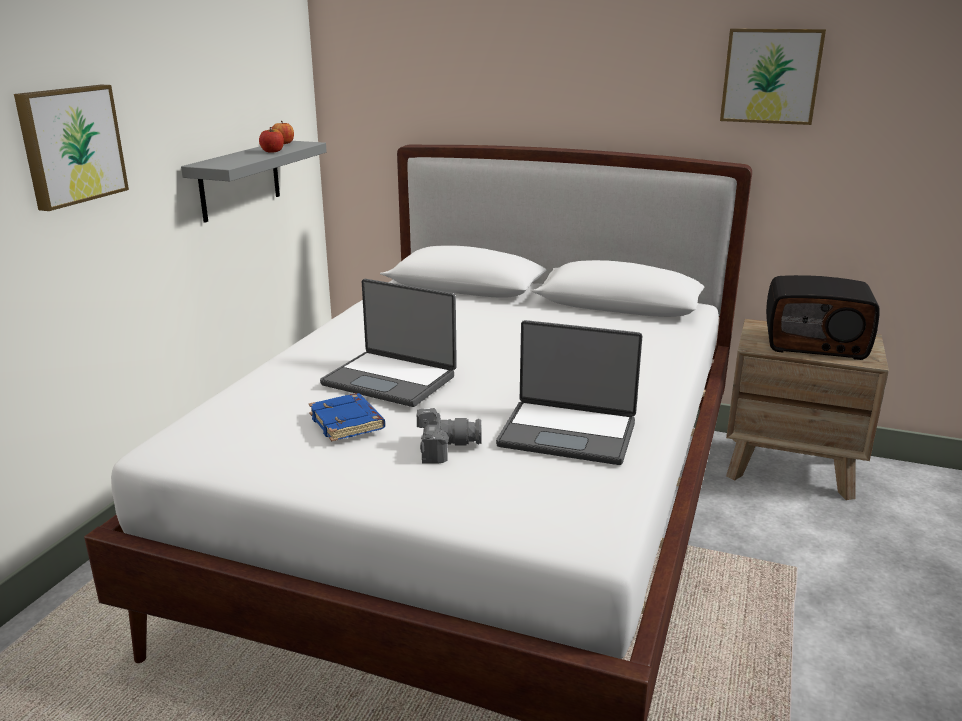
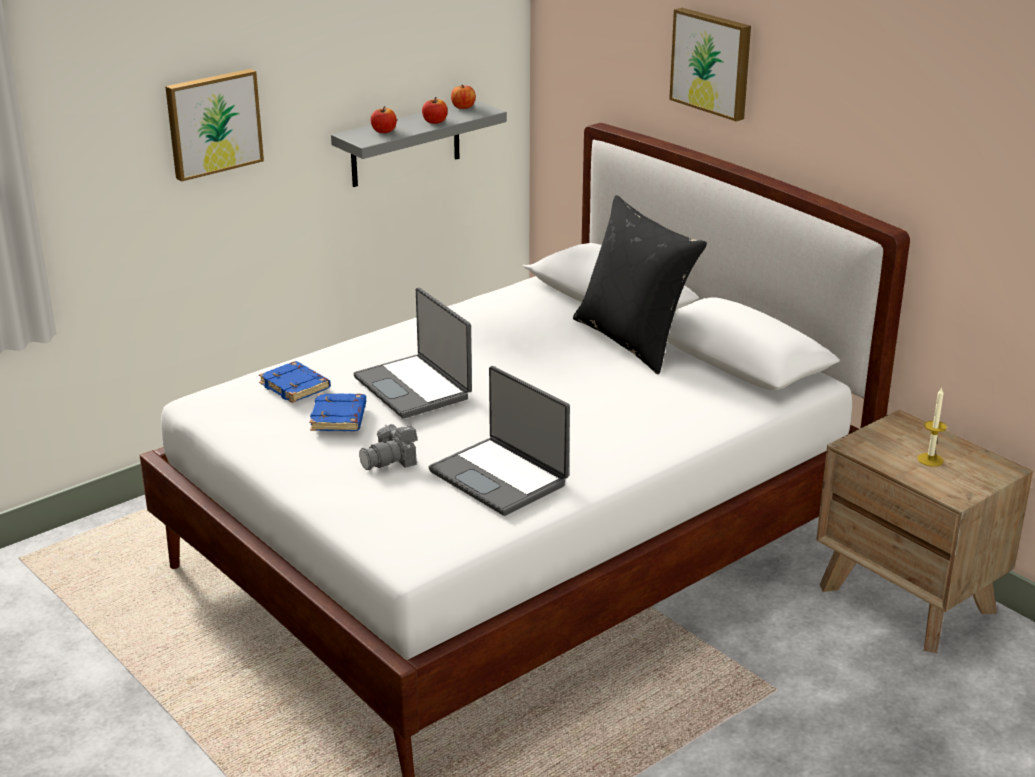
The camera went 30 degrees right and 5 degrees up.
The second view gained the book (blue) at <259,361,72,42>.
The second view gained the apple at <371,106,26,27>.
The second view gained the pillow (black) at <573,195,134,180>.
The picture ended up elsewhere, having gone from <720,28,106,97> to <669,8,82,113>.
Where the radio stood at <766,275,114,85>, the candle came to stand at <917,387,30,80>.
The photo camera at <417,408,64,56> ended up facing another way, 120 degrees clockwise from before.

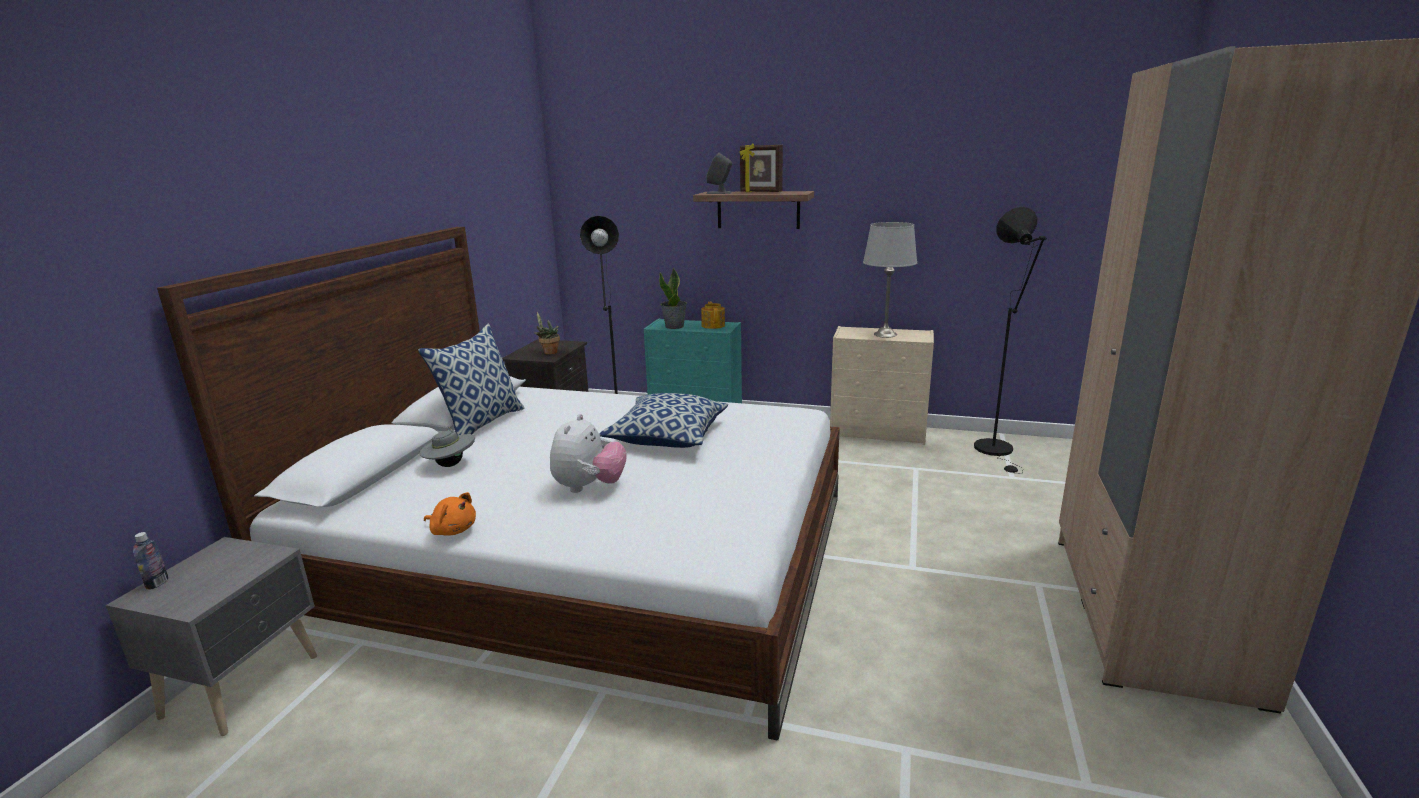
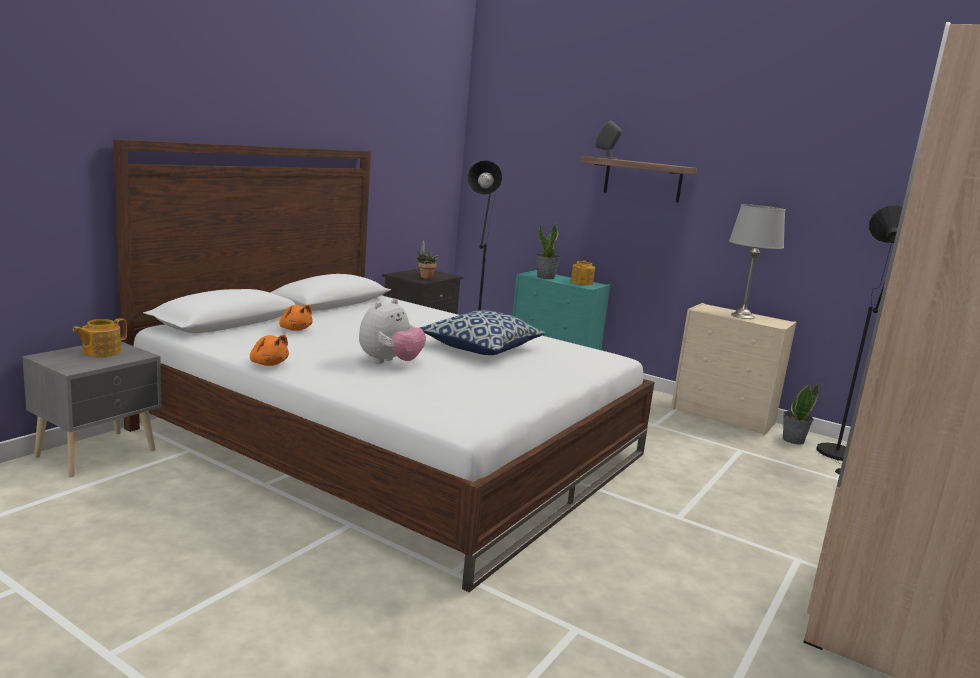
The camera went 15 degrees right and 5 degrees down.
The second view lost the bottle at <133,532,35,58>.
The second view lost the pillow at <418,323,107,112>.
The second view lost the picture frame at <739,144,44,48>.
The second view gained the teapot at <72,318,55,39>.
The second view gained the potted plant at <783,383,36,62>.
Where the hat (grey) stood at <419,427,56,40>, the plush toy (orange) came to stand at <279,305,34,26>.

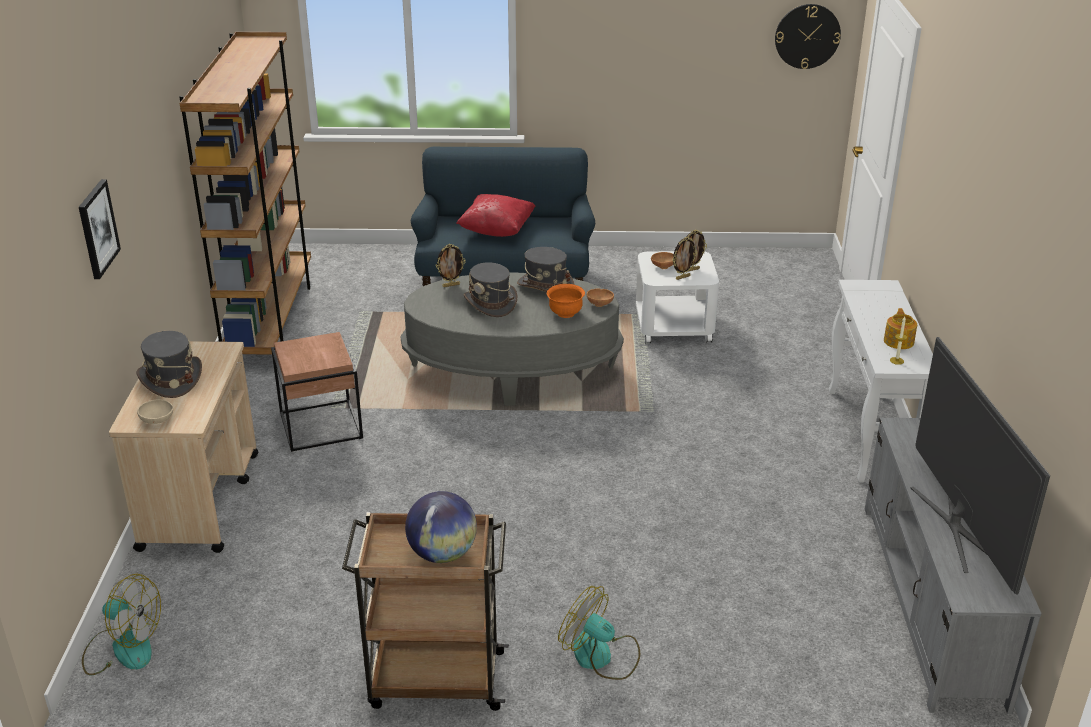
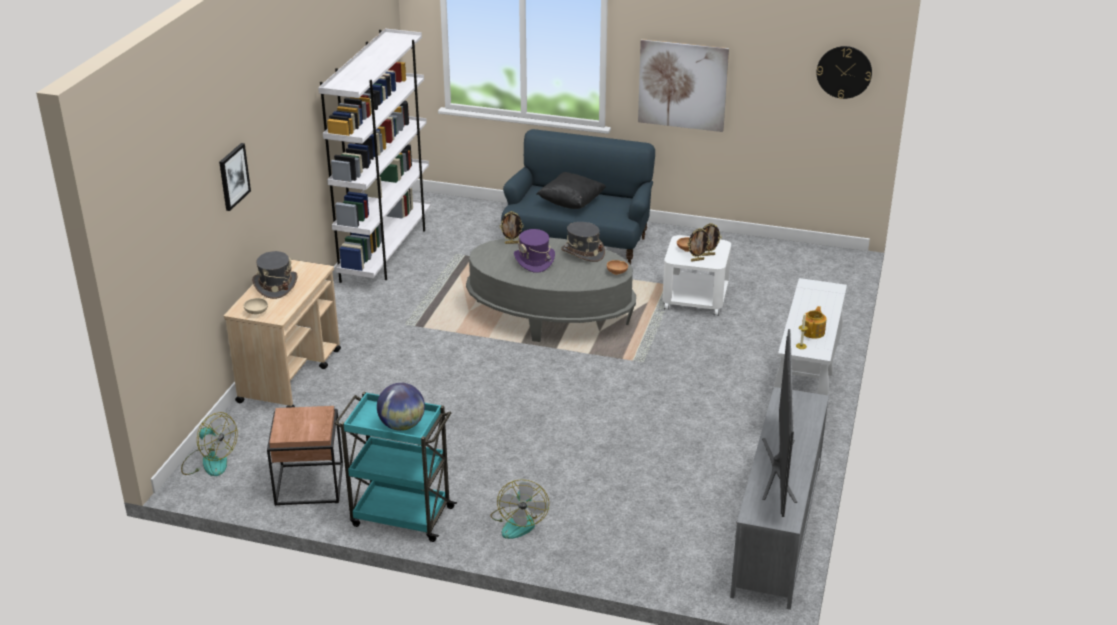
The camera went 15 degrees right and 0 degrees up.
The second view lost the bowl (orange) at <547,284,38,34>.
The second view gained the picture at <638,39,91,93>.
The side table (brown) ended up elsewhere, having gone from <271,332,92,120> to <267,406,76,100>.
What was the bookcase (brown) at <179,32,132,323> turned into the bookcase (white) at <318,29,113,254>.
What was the cart (brown) at <342,512,167,199> turned into the cart (turquoise) at <334,392,123,150>.
What was the pillow (red) at <456,194,79,43> turned into the pillow (black) at <537,172,69,37>.
What was the hat (grey) at <464,262,53,55> turned into the hat (purple) at <514,229,41,44>.
The fan at <558,586,82,94> ended up facing another way, 135 degrees counterclockwise from before.

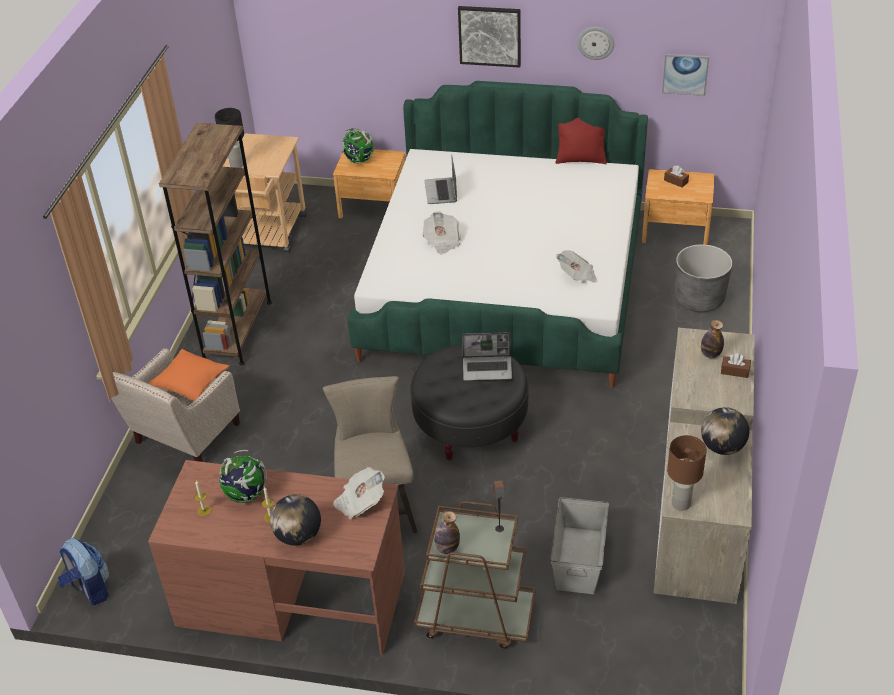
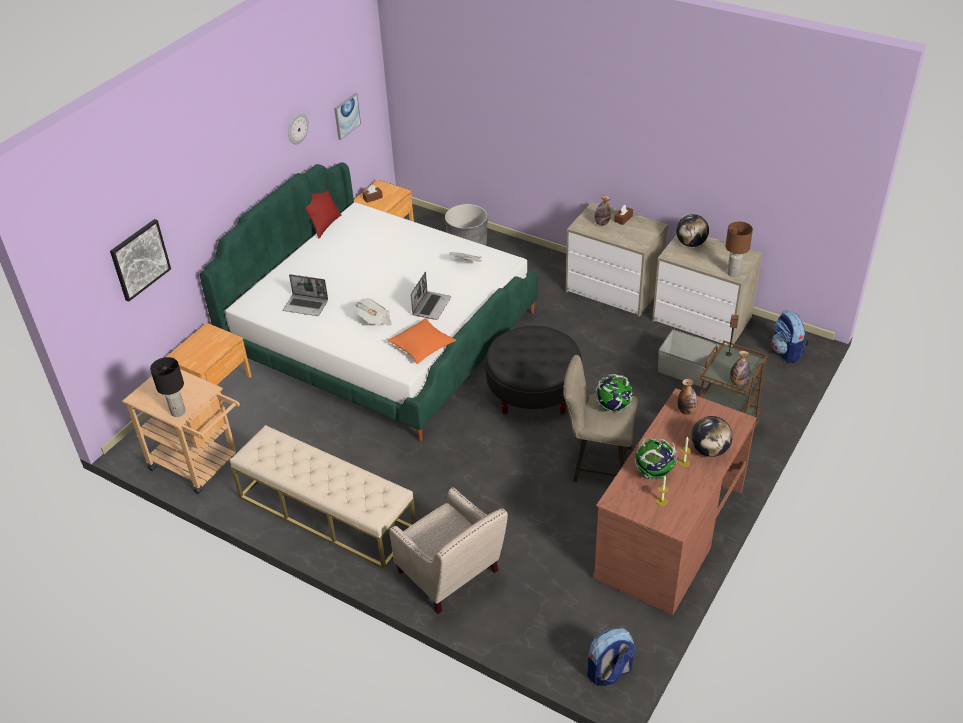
The camera went 70 degrees left and 0 degrees up.
The second view gained the backpack at <771,310,37,53>.
The pillow (orange) ended up elsewhere, having gone from <148,349,82,52> to <388,318,68,46>.
The globe ended up elsewhere, having gone from <342,128,33,36> to <594,374,39,38>.
The picture ended up elsewhere, having gone from <458,6,63,61> to <110,219,61,83>.
The laptop ended up elsewhere, having gone from <462,332,50,49> to <411,272,40,48>.
Where the bookcase (brown) stood at <159,123,113,242>, the bench (beige) came to stand at <230,425,186,144>.
Where the newspaper stood at <333,467,52,53>, the bottle came to stand at <678,379,20,36>.

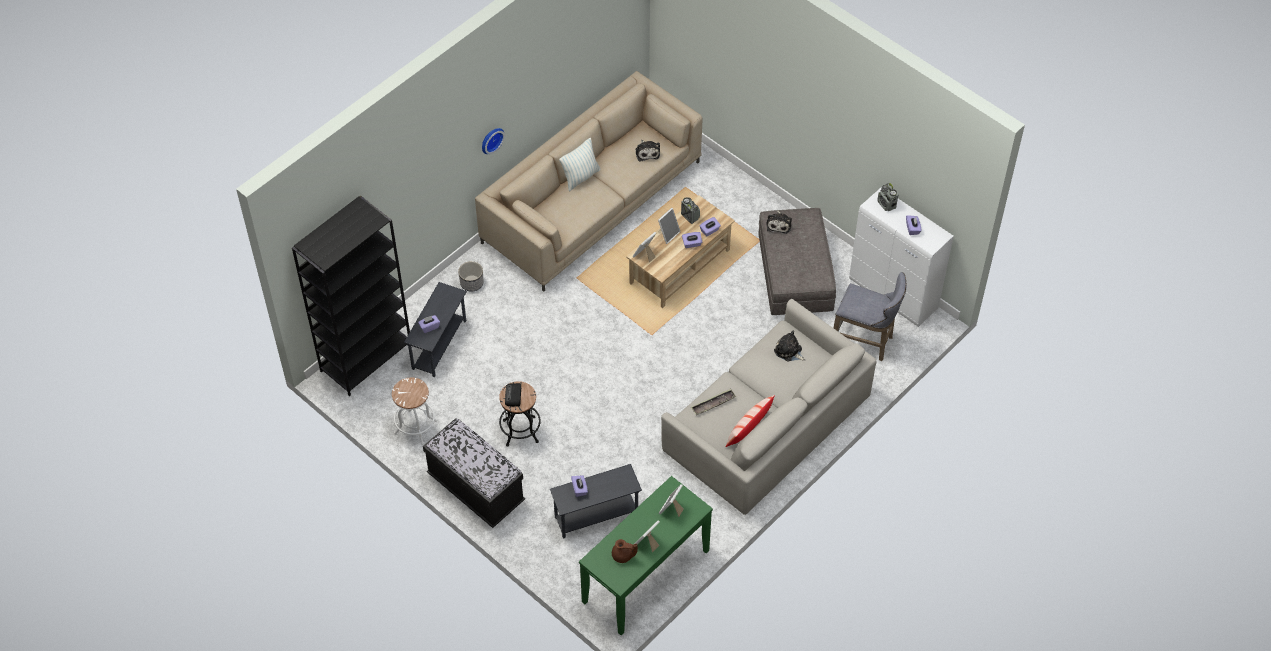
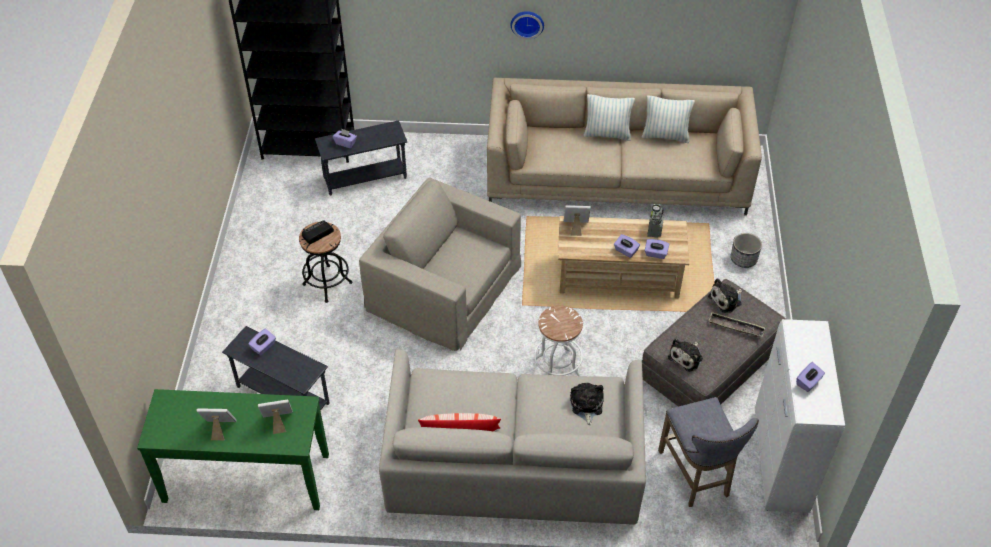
The camera went 50 degrees right and 5 degrees down.
The second view lost the bench (black) at <423,418,102,110>.
The second view lost the teapot (brown) at <612,539,26,24>.
The second view lost the picture frame at <658,208,23,36>.
The second view lost the radio at <878,183,20,28>.
The second view gained the armchair (beige) at <359,177,162,174>.
The second view gained the pillow at <641,95,54,48>.
The stool (white) ended up elsewhere, having gone from <392,378,45,67> to <534,306,49,70>.
The planter ended up elsewhere, having gone from <458,261,26,31> to <731,233,31,35>.
The plush toy ended up elsewhere, having gone from <636,140,24,22> to <668,339,35,33>.
The tray ended up elsewhere, having gone from <691,389,45,26> to <708,312,57,25>.

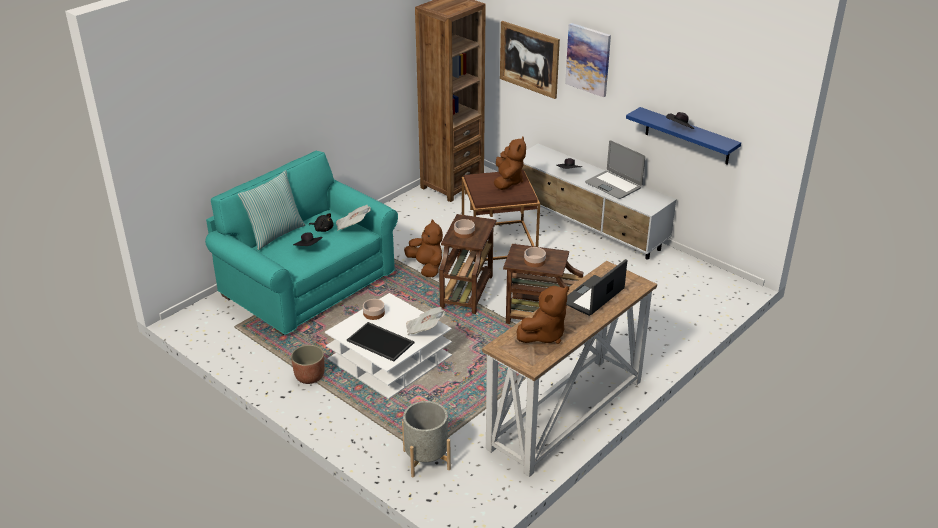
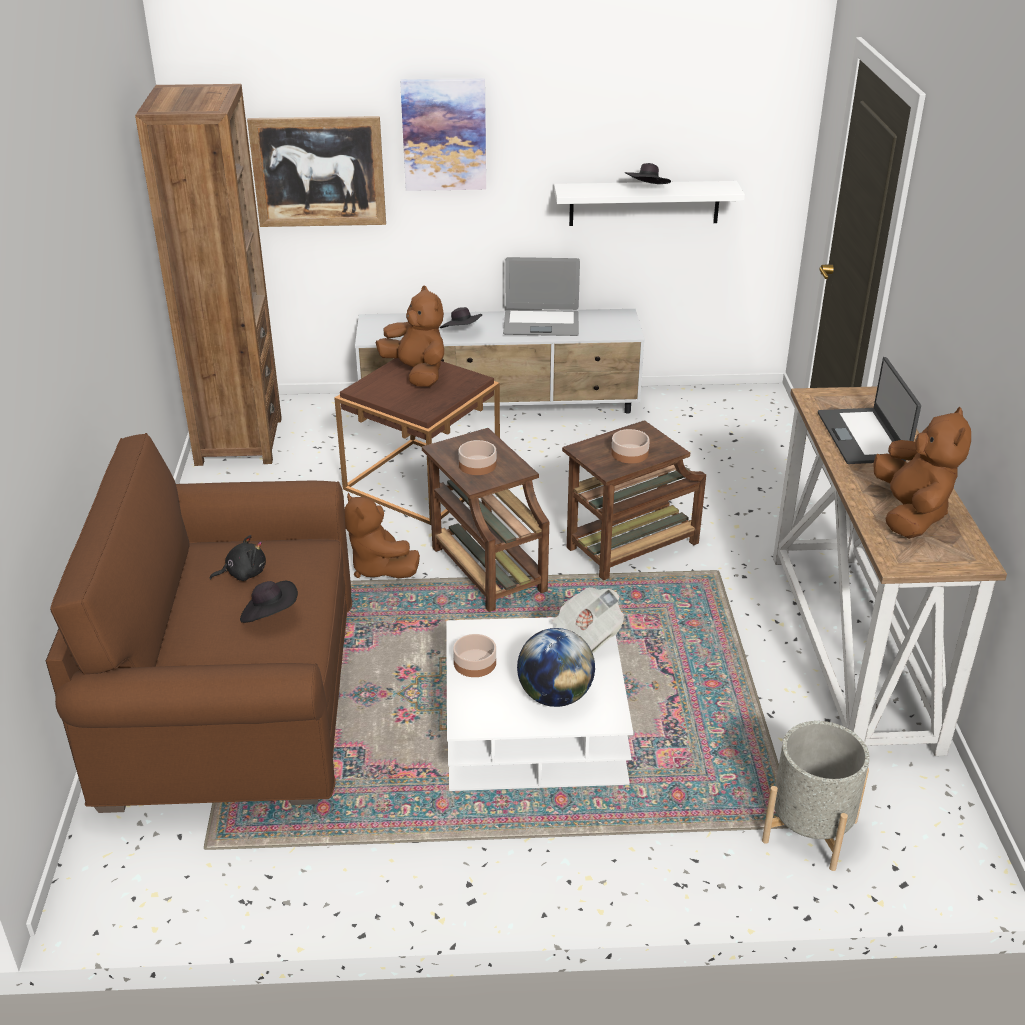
The camera went 45 degrees left and 0 degrees up.
The second view lost the pillow at <238,170,67,80>.
The second view lost the planter at <291,345,34,39>.
The second view lost the newspaper at <336,205,35,25>.
Where the tray stood at <347,322,67,40>, the globe came to stand at <517,628,78,79>.
What was the sofa (turquoise) at <205,151,193,184> turned into the sofa (brown) at <46,433,306,380>.
What was the shelf (blue) at <626,107,115,58> turned into the shelf (white) at <554,181,191,45>.
The plush toy (brown) at <404,219,39,58> ended up facing another way, 135 degrees counterclockwise from before.

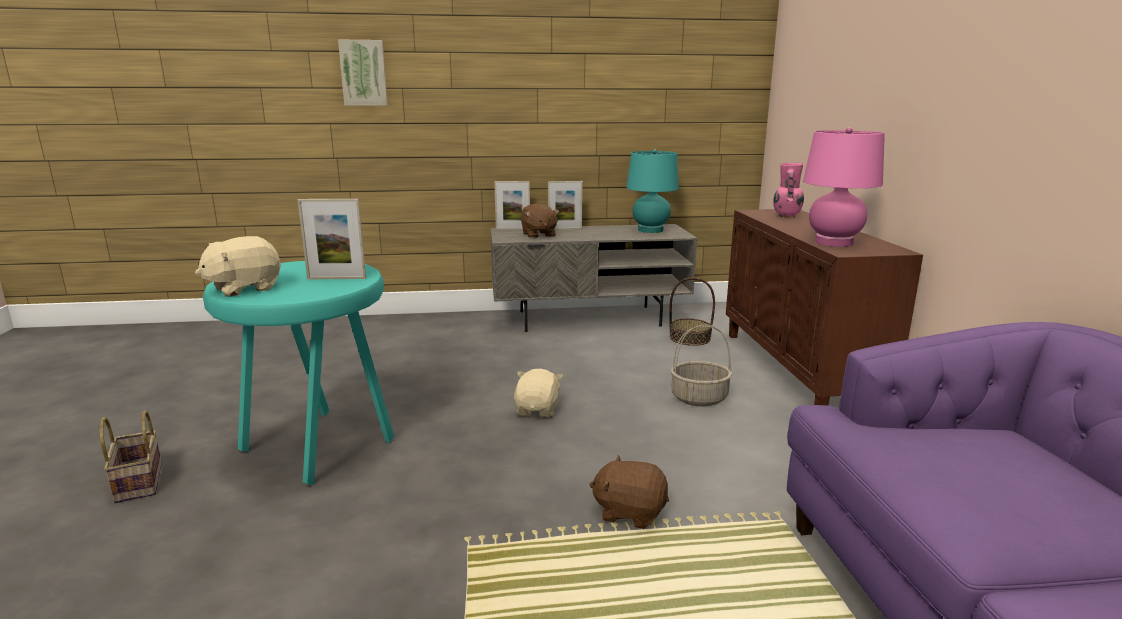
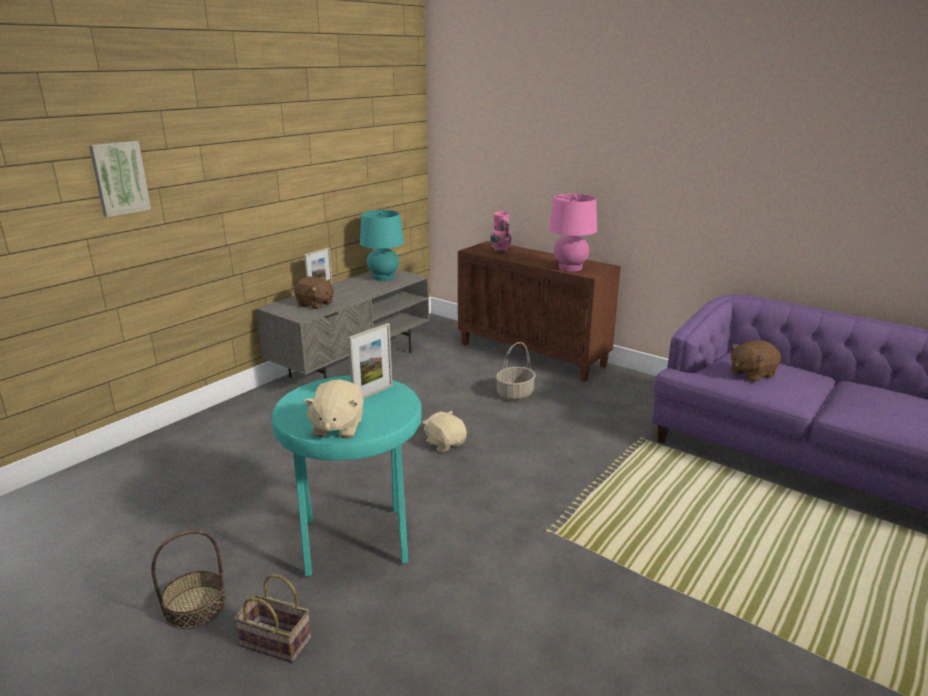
The camera went 45 degrees left and 5 degrees up.
The second view lost the picture frame at <494,181,36,49>.
The plush toy (brown) ended up elsewhere, having gone from <589,455,80,74> to <731,341,50,41>.
The basket ended up elsewhere, having gone from <670,277,45,69> to <151,530,75,99>.

